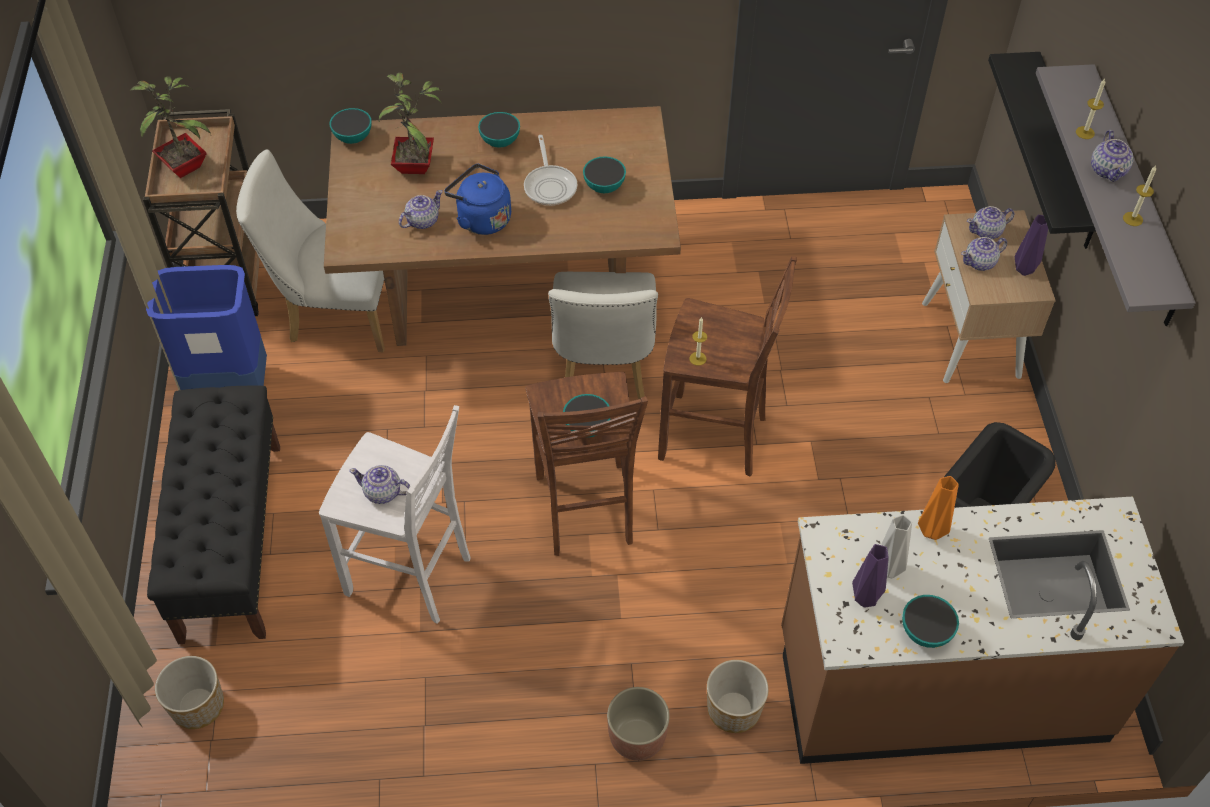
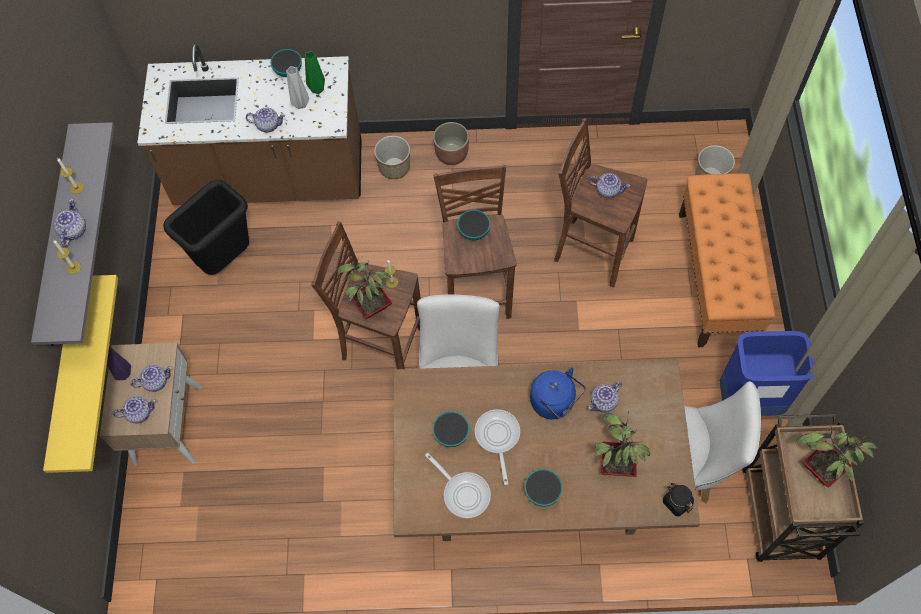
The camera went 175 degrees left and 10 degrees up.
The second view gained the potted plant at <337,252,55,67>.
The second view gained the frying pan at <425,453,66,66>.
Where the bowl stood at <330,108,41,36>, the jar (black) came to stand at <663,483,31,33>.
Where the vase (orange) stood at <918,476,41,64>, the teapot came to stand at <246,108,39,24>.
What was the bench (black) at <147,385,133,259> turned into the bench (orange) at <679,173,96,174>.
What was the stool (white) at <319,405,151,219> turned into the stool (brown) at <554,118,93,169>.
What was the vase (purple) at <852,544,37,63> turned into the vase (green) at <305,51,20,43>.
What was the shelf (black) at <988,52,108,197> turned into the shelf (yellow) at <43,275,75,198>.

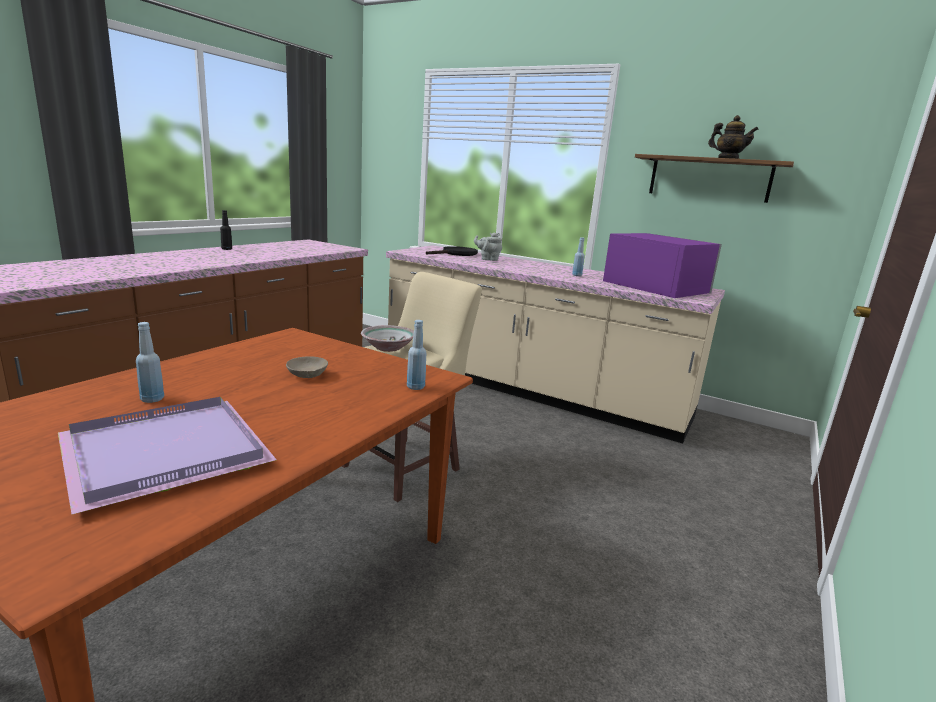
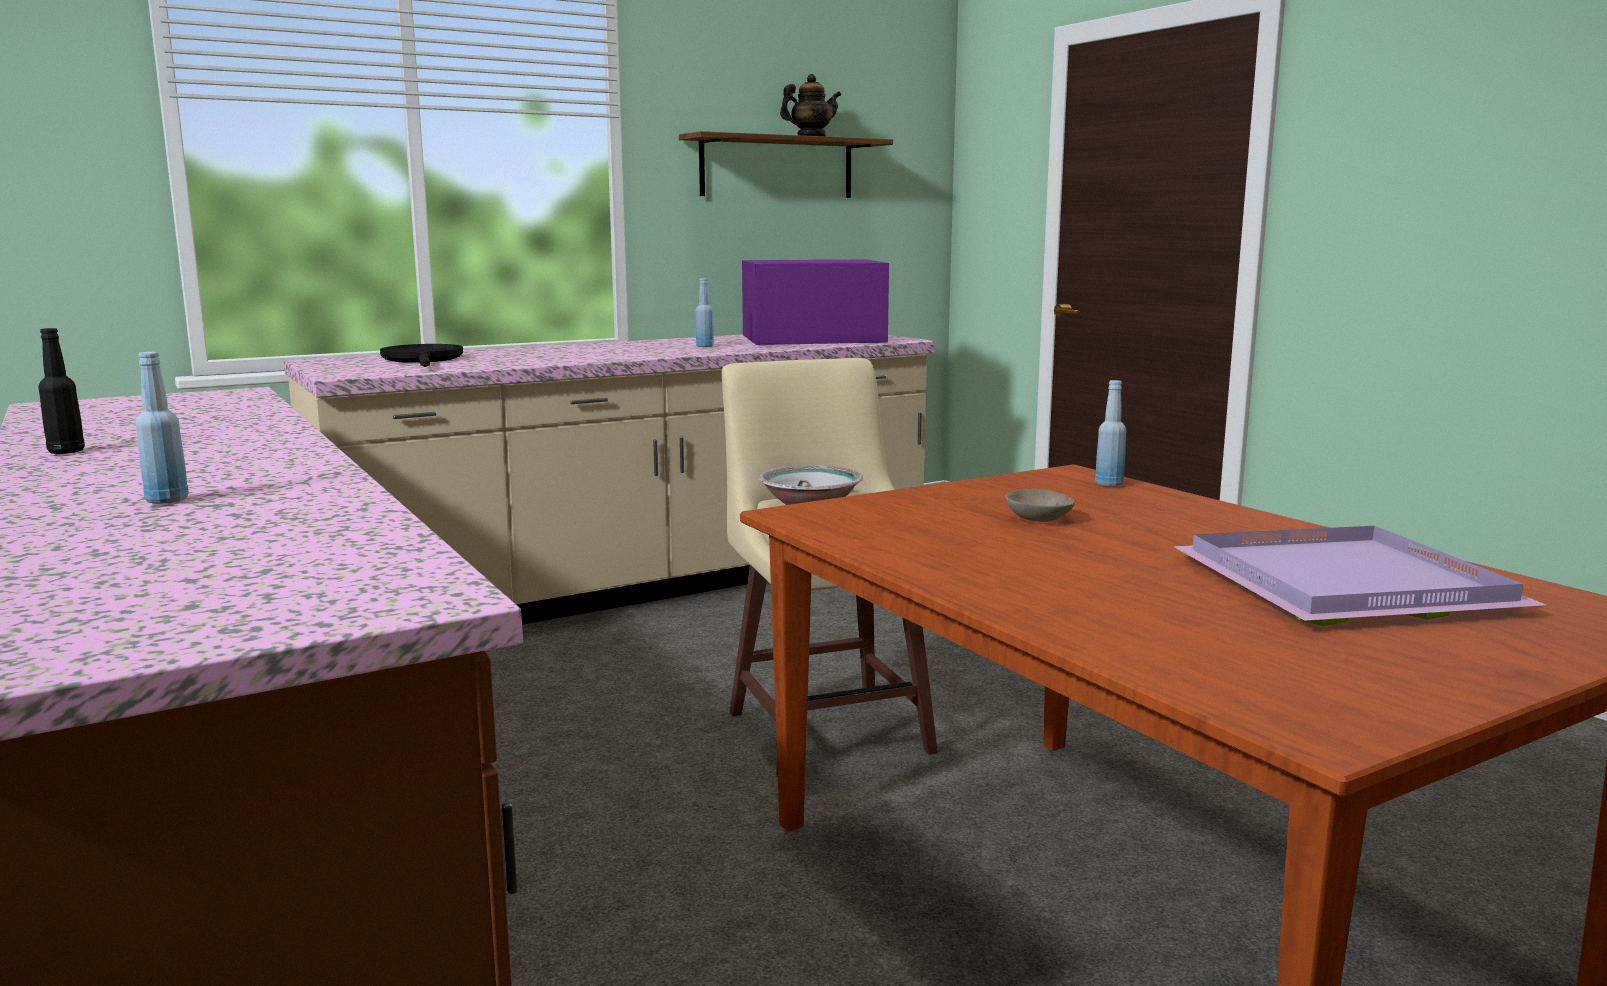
The camera went 60 degrees left and 5 degrees down.
The second view lost the teapot (grey) at <474,232,28,29>.
The bottle (blue) ended up elsewhere, having gone from <136,322,28,81> to <136,352,53,152>.

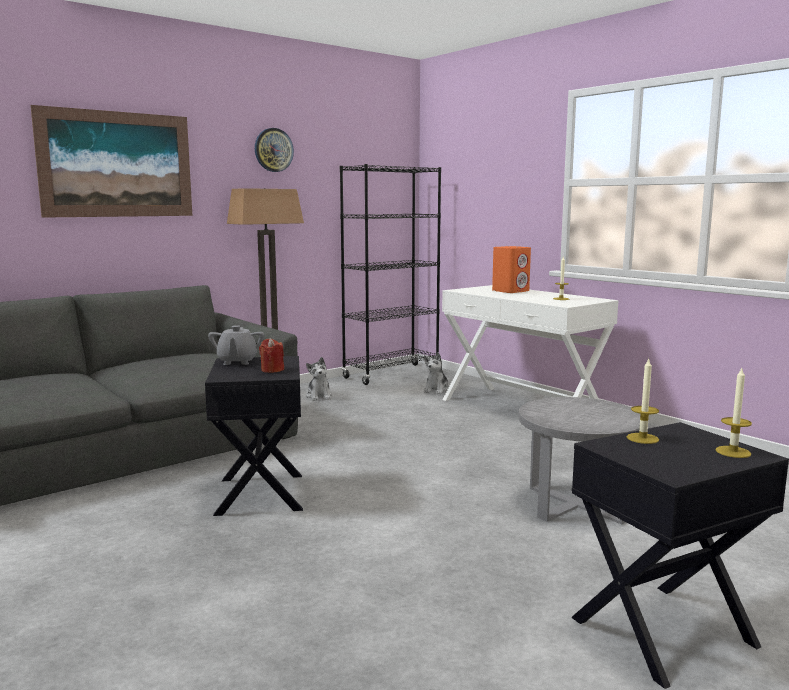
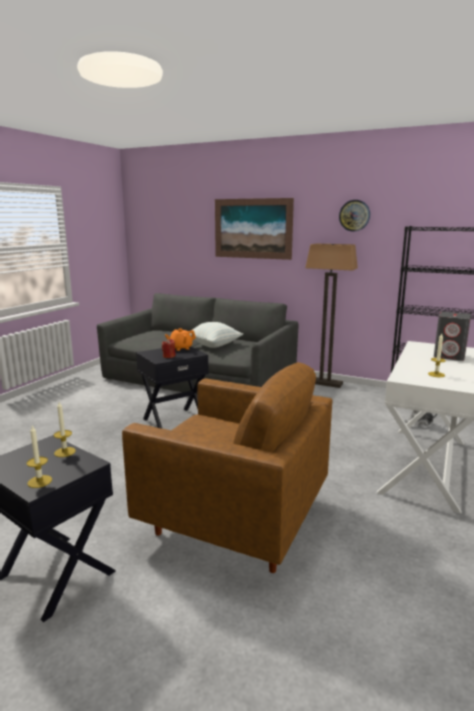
The camera went 65 degrees right and 5 degrees up.
The second view lost the plush toy at <306,357,26,44>.
The second view gained the pillow at <190,322,53,26>.
Where the side table (grey) stood at <519,397,121,127>, the armchair (brown) came to stand at <122,362,211,211>.
What was the teapot (grey) at <208,325,56,40> turned into the teapot (orange) at <165,328,31,23>.
What was the speaker (orange) at <492,246,39,47> turned into the speaker (grey) at <434,312,37,49>.

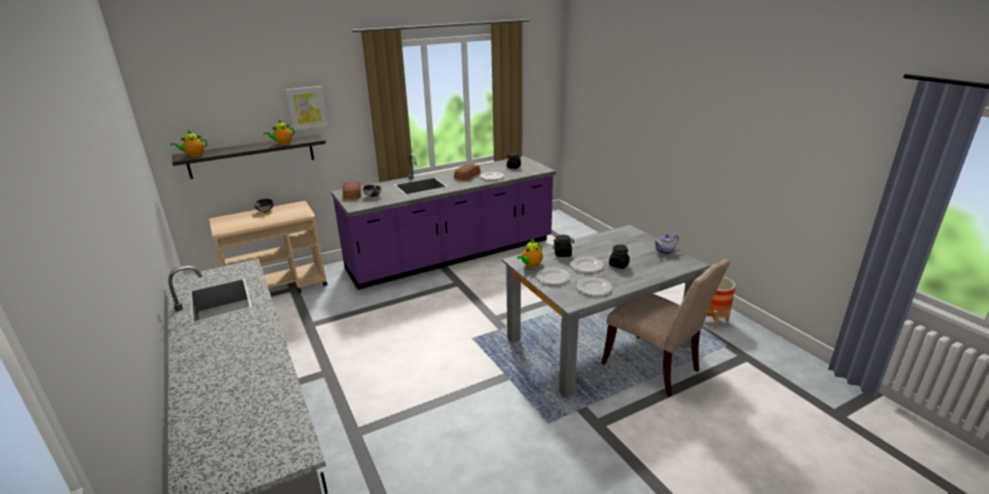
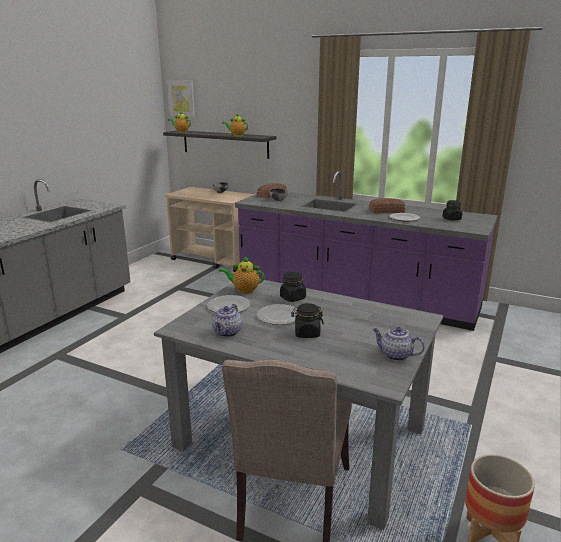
The camera went 55 degrees right and 5 degrees down.
The picture ended up elsewhere, having gone from <285,86,43,45> to <167,80,28,37>.
Where the plate stood at <577,278,36,18>, the teapot came to stand at <212,304,30,33>.

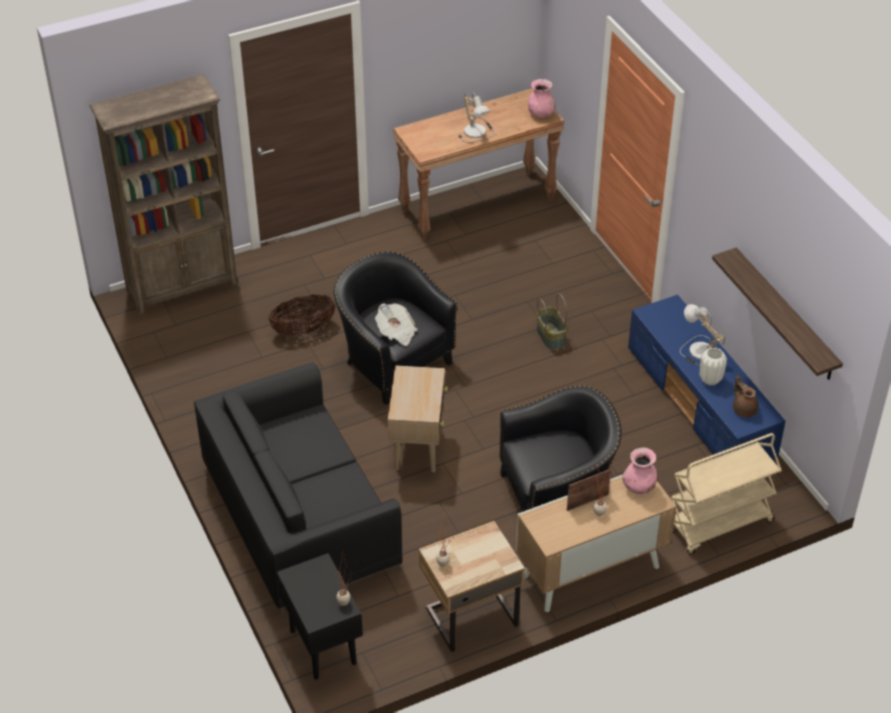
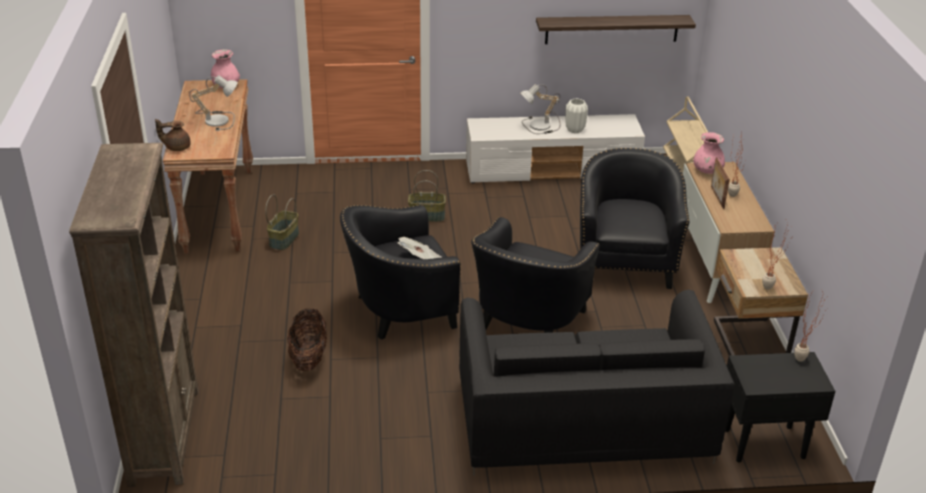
The camera went 70 degrees left and 10 degrees down.
The second view gained the basket at <265,194,34,56>.
The teapot (brown) ended up elsewhere, having gone from <733,375,26,42> to <155,119,36,32>.
Where the side table (beige) stood at <388,365,60,108>, the armchair (black) came to stand at <471,217,129,116>.
What was the tv stand (blue) at <628,295,158,166> turned into the tv stand (white) at <466,114,179,70>.

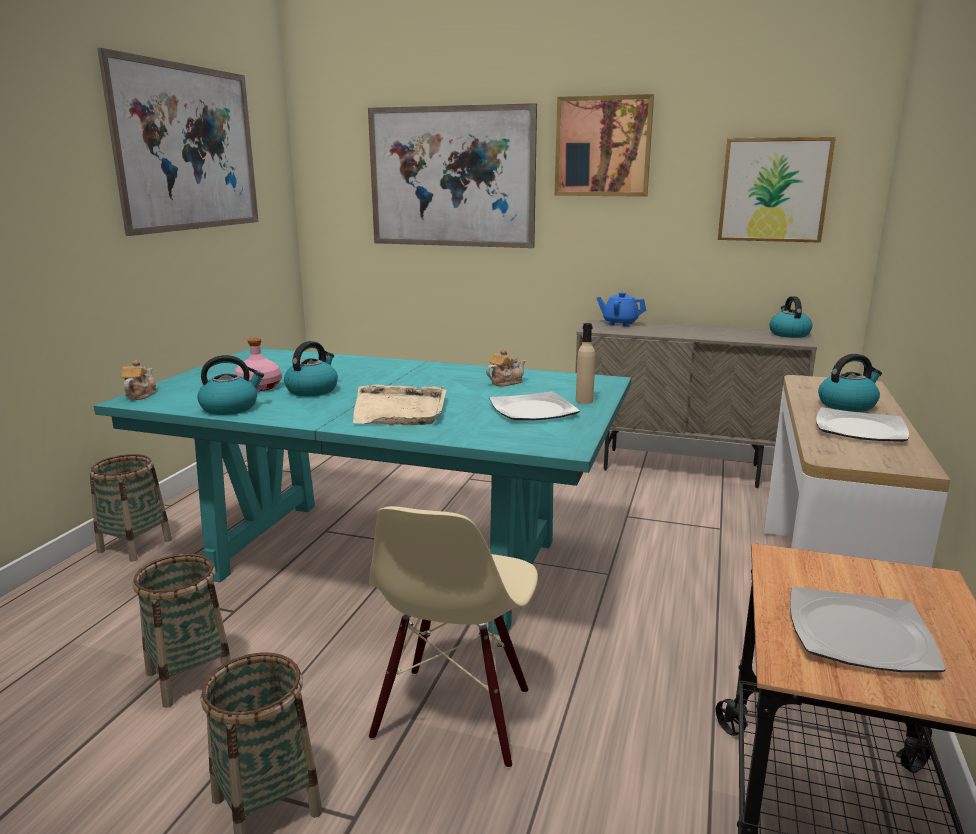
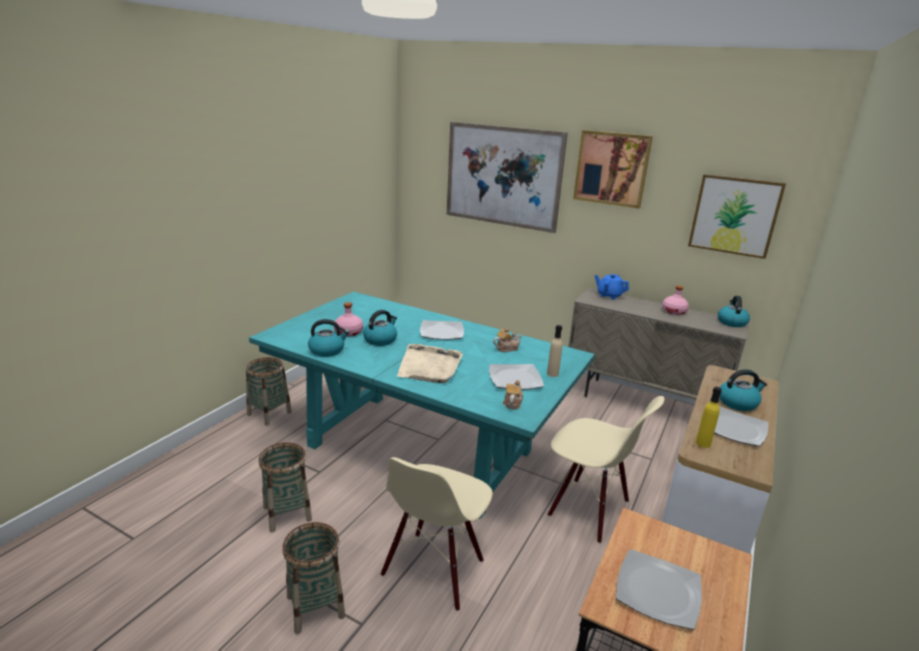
The camera went 10 degrees right and 5 degrees up.
The second view lost the picture at <97,48,162,188>.
The second view gained the plate at <420,320,44,20>.
The second view gained the chair (beige) at <548,396,116,147>.
The second view gained the bottle (pink) at <662,285,27,30>.
The second view gained the bottle (yellow) at <696,387,26,61>.
The teapot ended up elsewhere, having gone from <121,360,36,40> to <503,380,20,30>.

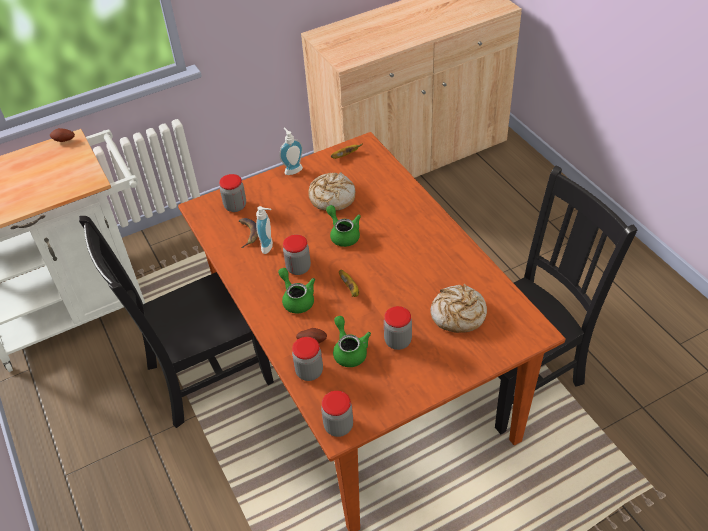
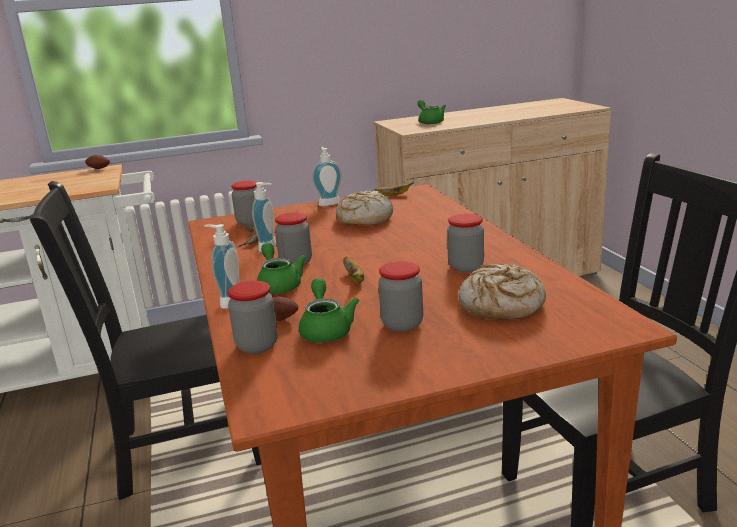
The camera went 10 degrees right and 25 degrees down.
The second view gained the soap dispenser at <204,224,35,85>.
The jar ended up elsewhere, having gone from <321,391,32,46> to <447,214,37,58>.
The teapot (green) ended up elsewhere, having gone from <326,205,35,42> to <417,100,29,24>.

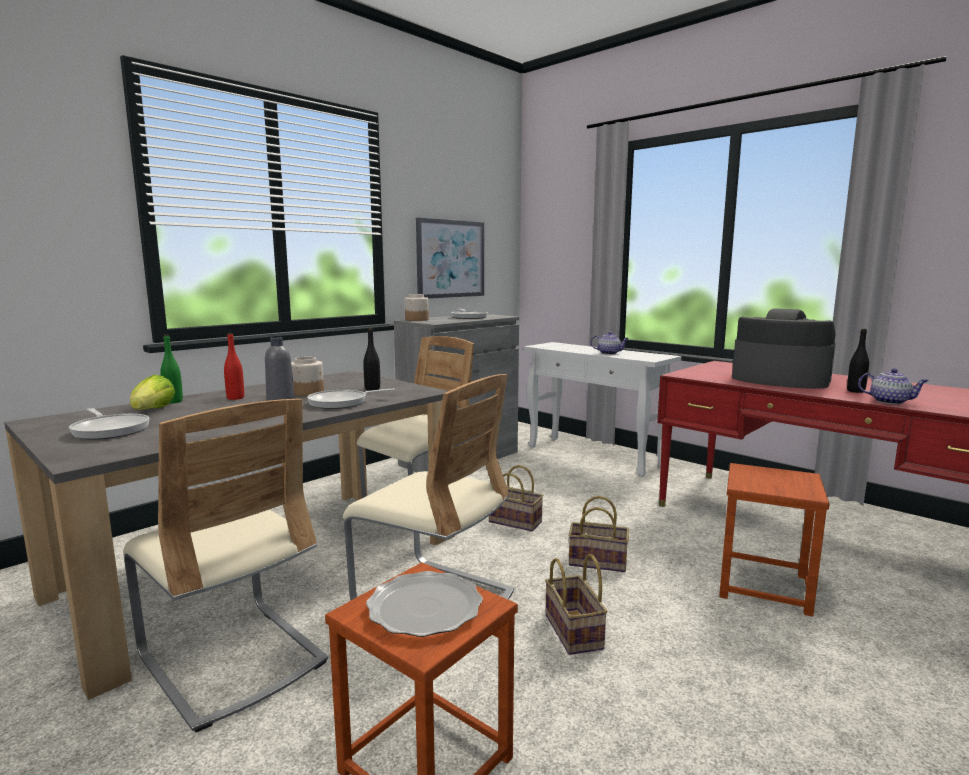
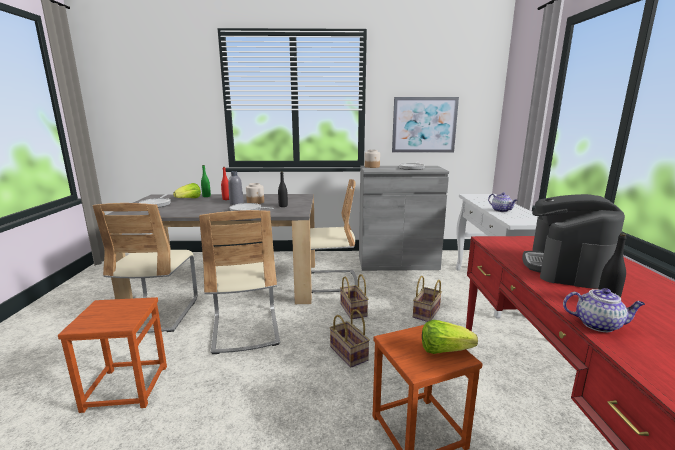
The camera went 45 degrees right and 5 degrees up.
The second view lost the plate at <366,571,117,66>.
The second view gained the lettuce at <422,320,56,34>.
The basket ended up elsewhere, having gone from <545,554,63,101> to <413,276,29,46>.
The coffee machine at <732,308,104,81> ended up facing another way, 150 degrees counterclockwise from before.
The teapot at <858,368,71,36> ended up facing another way, 60 degrees counterclockwise from before.

